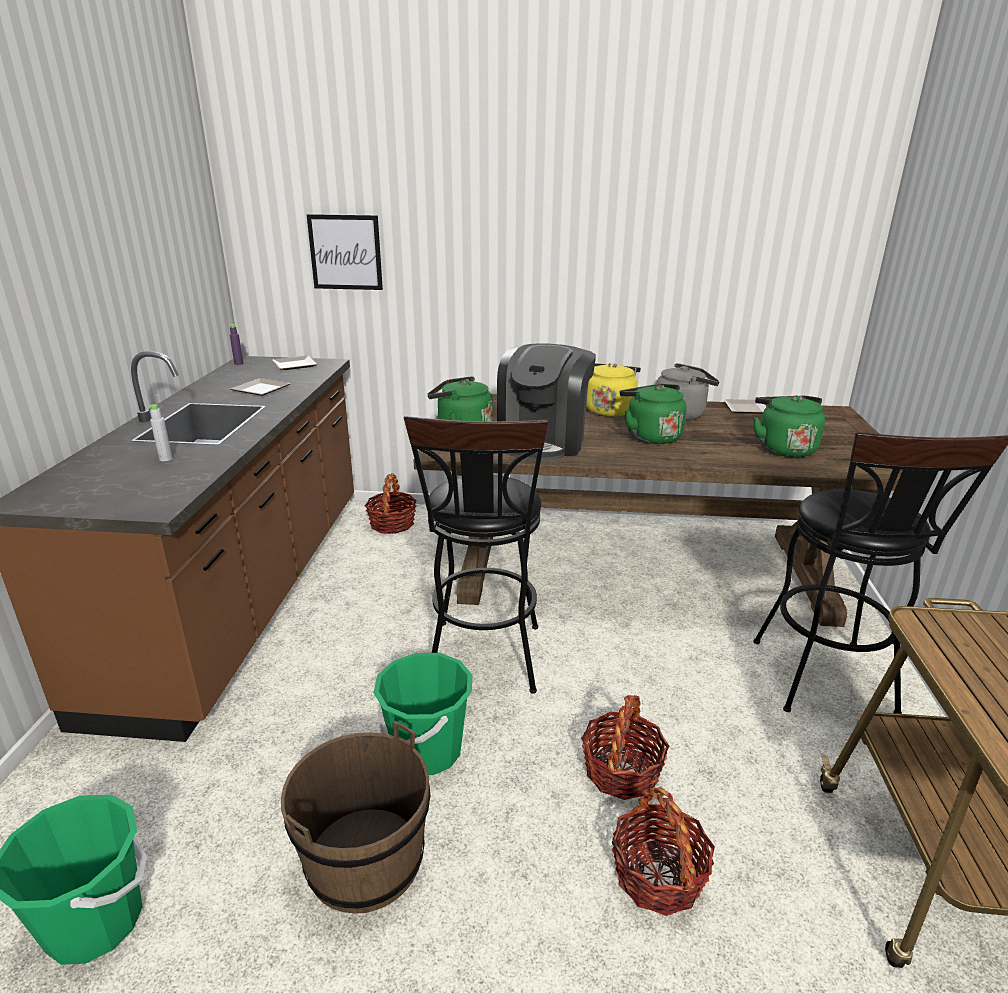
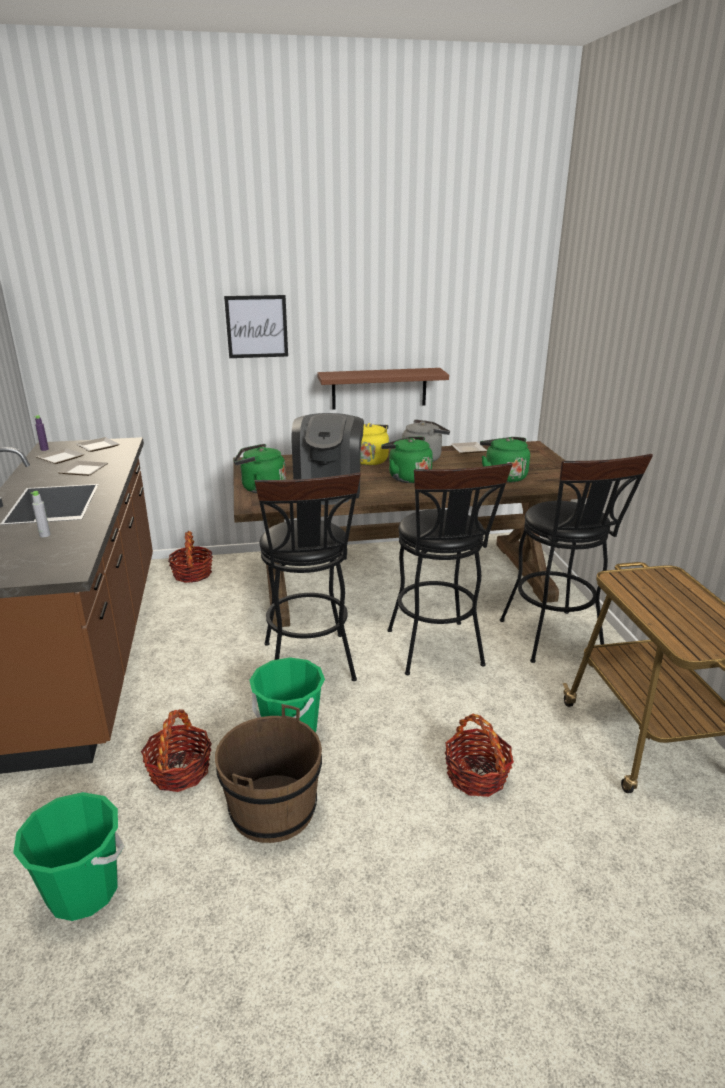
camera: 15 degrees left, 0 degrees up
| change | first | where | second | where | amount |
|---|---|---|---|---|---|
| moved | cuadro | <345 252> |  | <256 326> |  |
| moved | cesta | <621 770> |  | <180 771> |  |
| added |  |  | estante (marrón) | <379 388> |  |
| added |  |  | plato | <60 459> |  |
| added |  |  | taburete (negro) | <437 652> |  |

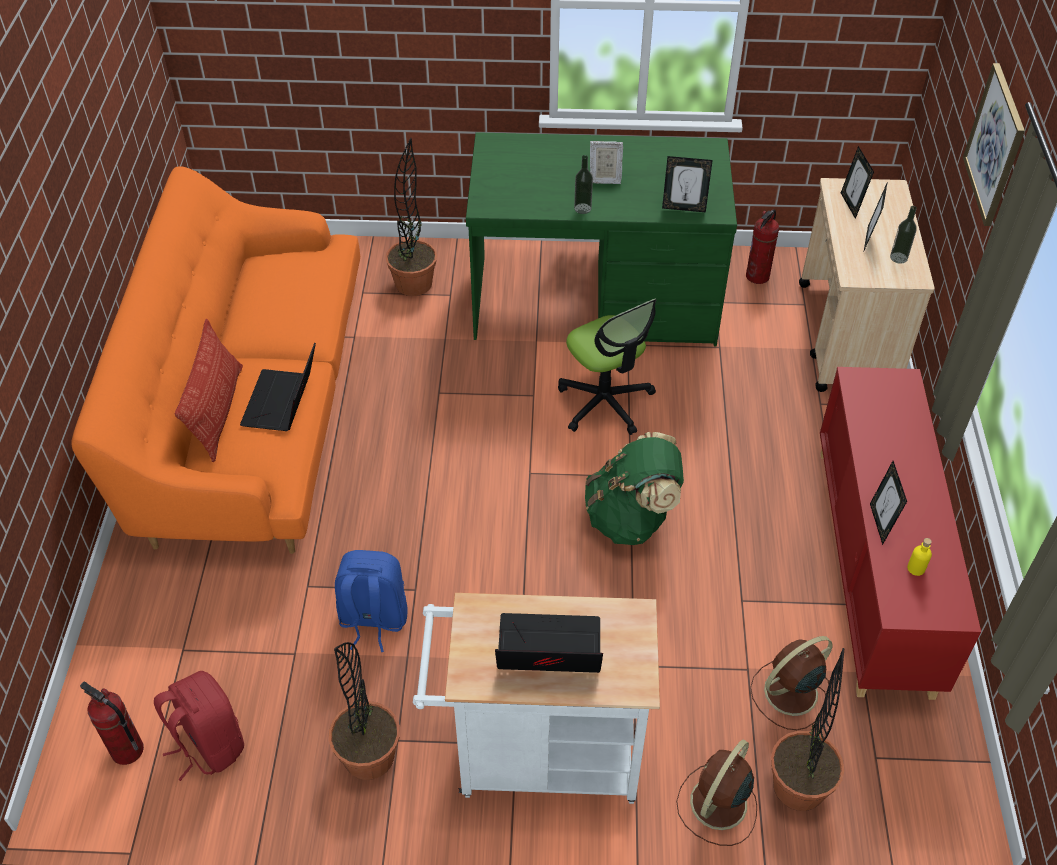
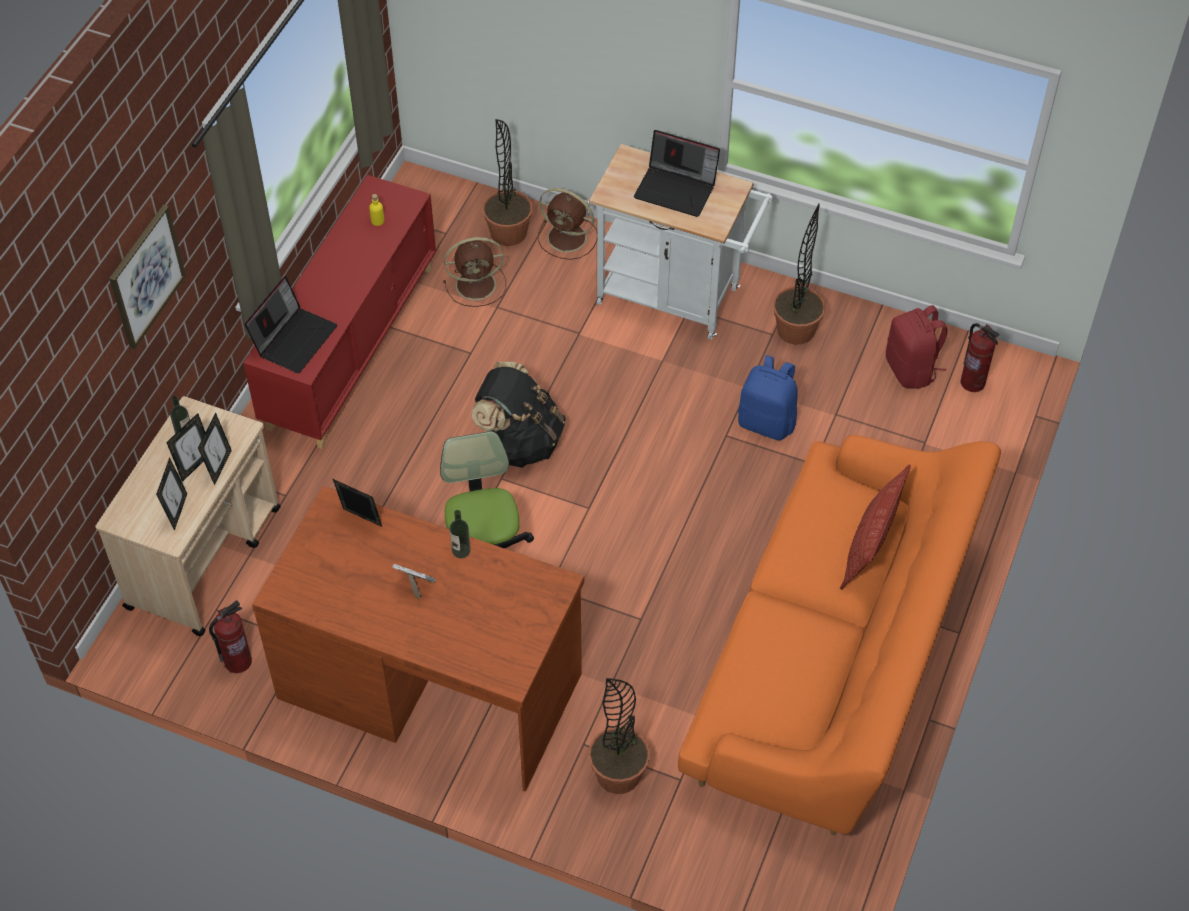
camera: 160 degrees left, 5 degrees up
| change | first | where | second | where | amount |
|---|---|---|---|---|---|
| recoloured | escritorio (verde) | <595 301> | escritorio (marrón) | <430 683> |  |
| moved | portátil | <282 403> |  | <294 338> |  |
| recoloured | mochila (verde) | <631 518> | mochila (negro) | <520 441> |  |
| moved | portarretratos | <880 523> |  | <219 466> |  |
| turned | ventilador (marrón) | <717 805> |  | <568 238> | 60 degrees clockwise |

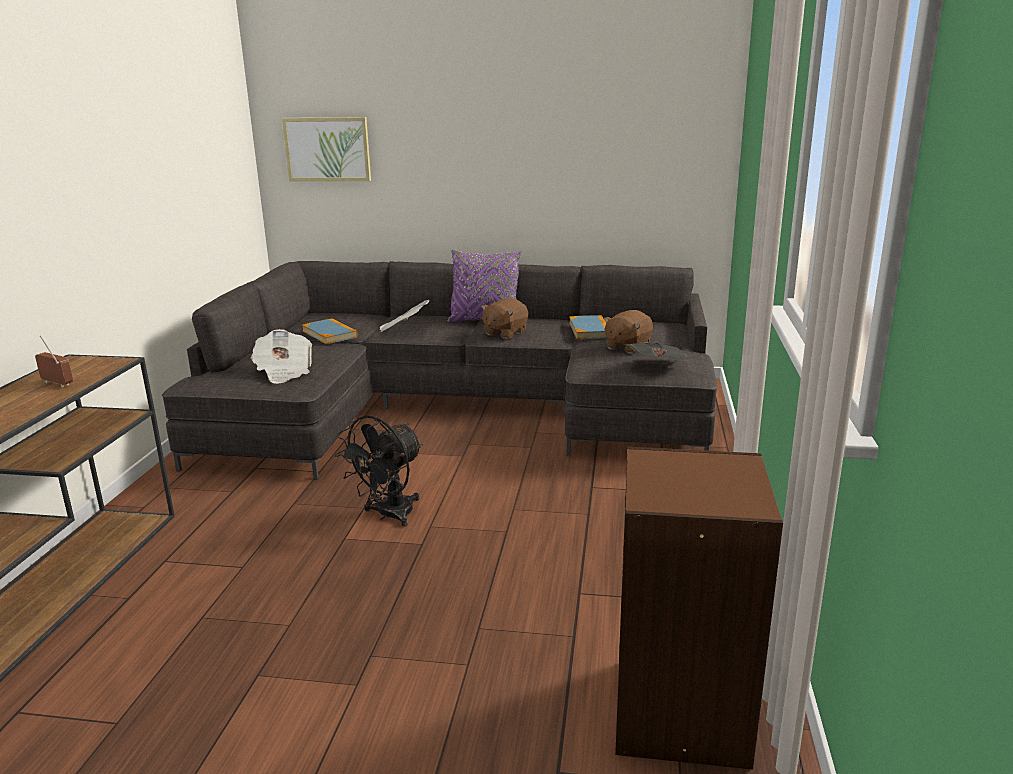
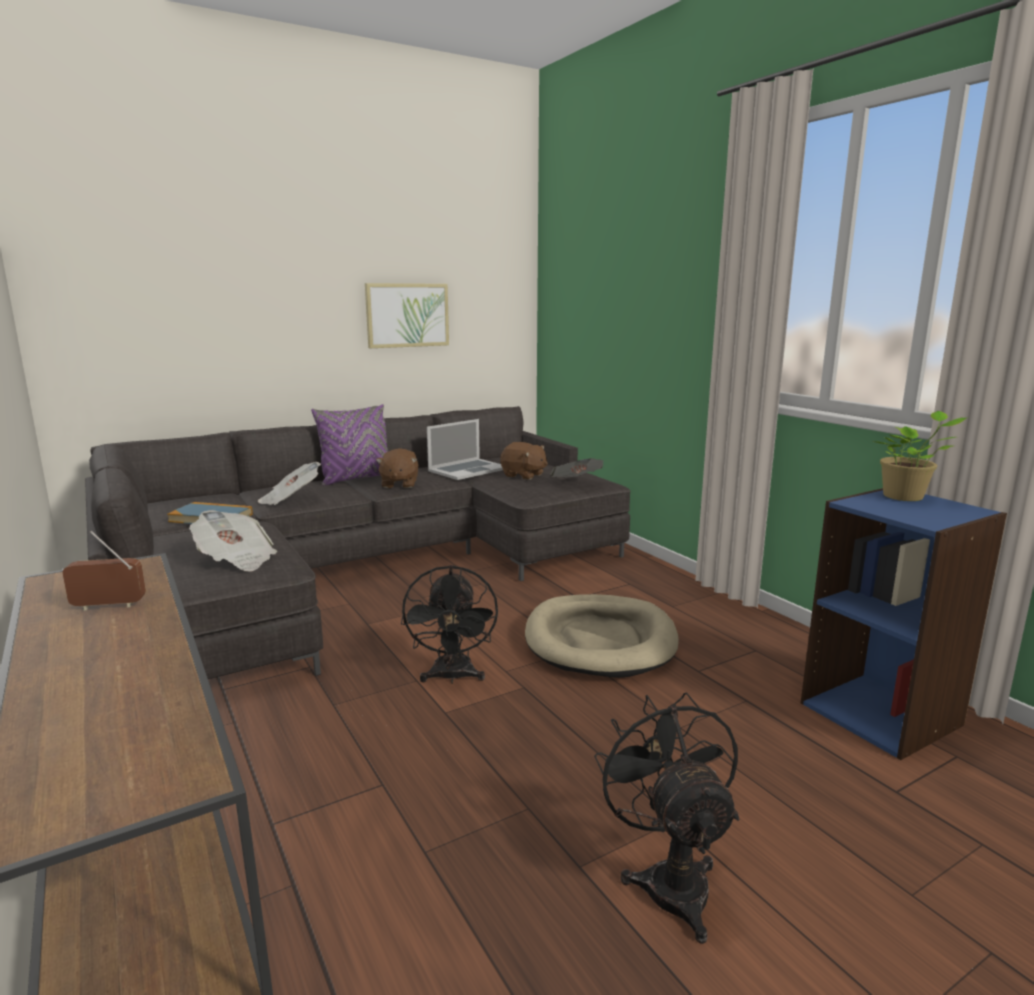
camera: 40 degrees left, 5 degrees down
| change | first | where | second | where | amount |
|---|---|---|---|---|---|
| moved | cuadro | <327 149> |  | <407 315> |  |
| turned | peluche (marrón) | <627 347> |  | <523 475> | 60 degrees counterclockwise |
| replaced | libro | <589 330> | portátil | <468 470> |  |
| recoloured | estantería (marrón) | <682 712> | estantería (azul) | <881 713> |  |
| added |  |  | planta en maceta | <906 497> |  |
| added |  |  | cama para perro (beis) | <600 640> |  |
| added |  |  | ventilador (negro) | <669 879> |  |

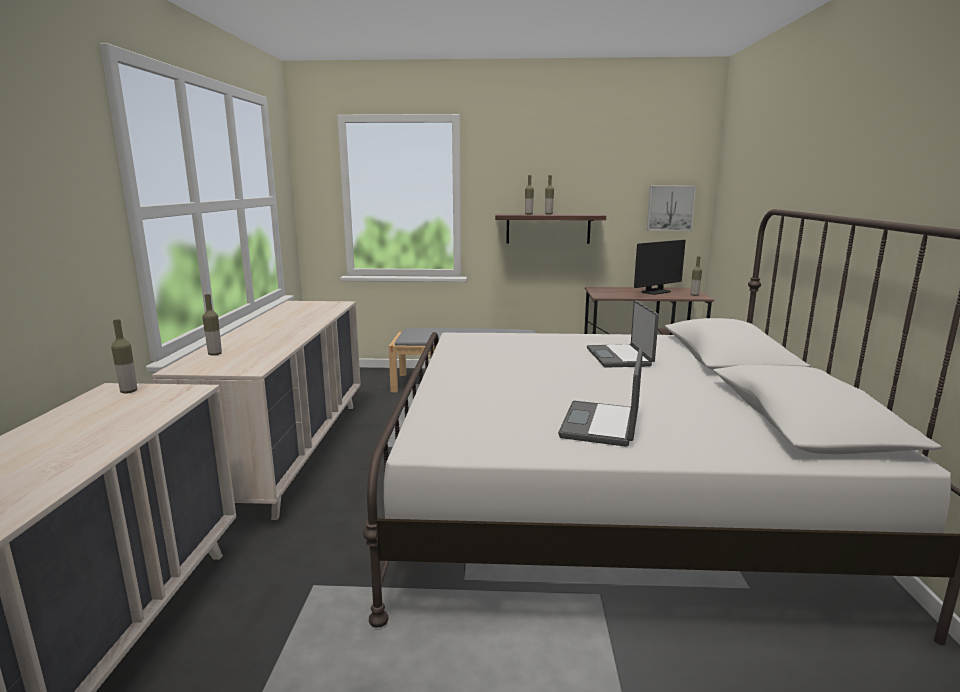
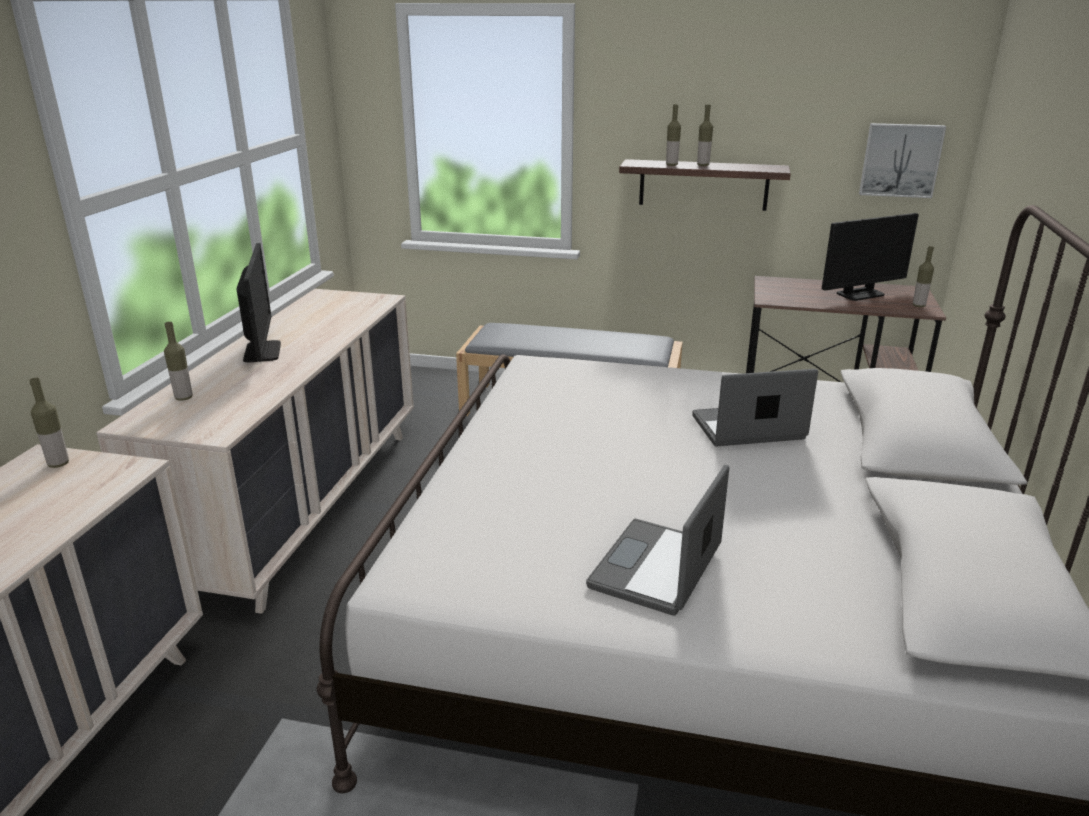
camera: 10 degrees right, 10 degrees up
| change | first | where | second | where | amount |
|---|---|---|---|---|---|
| turned | portátil | <620 357> |  | <748 429> | 75 degrees clockwise |
| added |  |  | monitor | <262 351> |  |

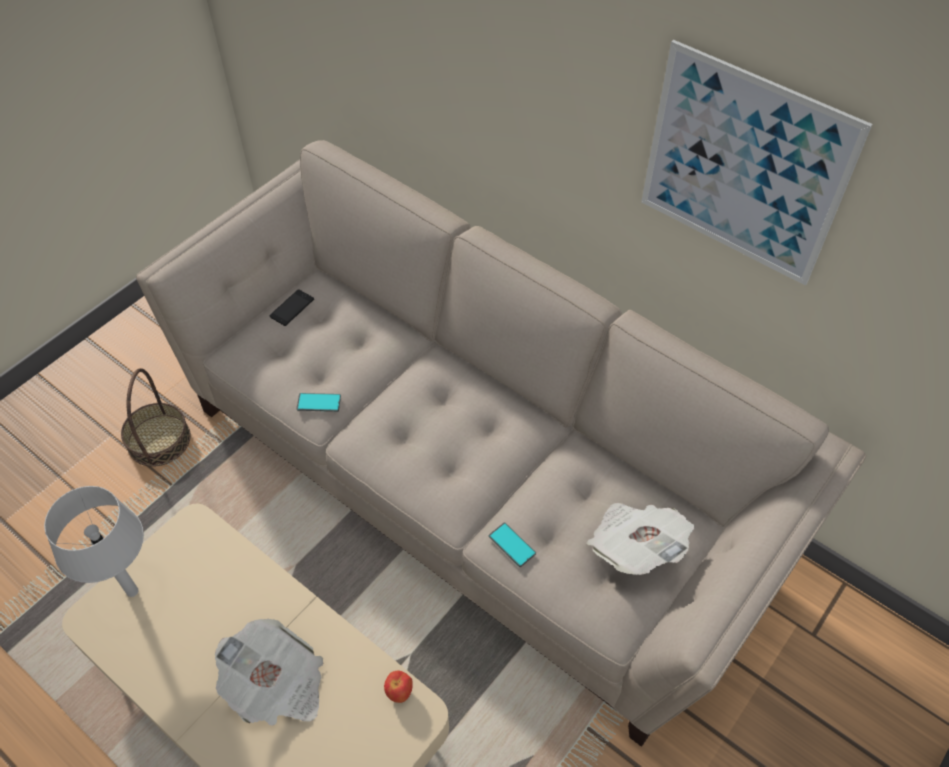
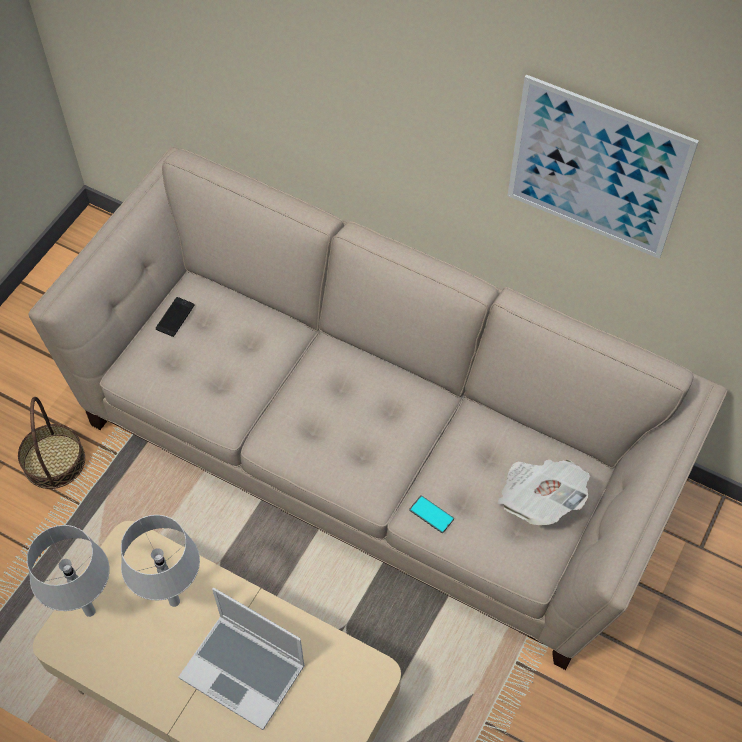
camera: 10 degrees left, 5 degrees up
| change | first | where | second | where | amount |
|---|---|---|---|---|---|
| removed | móvil | <319 403> |  |  |  |
| replaced | periódico | <277 685> | portátil | <245 671> |  |
| removed | manzana | <399 692> |  |  |  |
| added |  |  | lámpara de mesa (gris) | <175 601> |  |

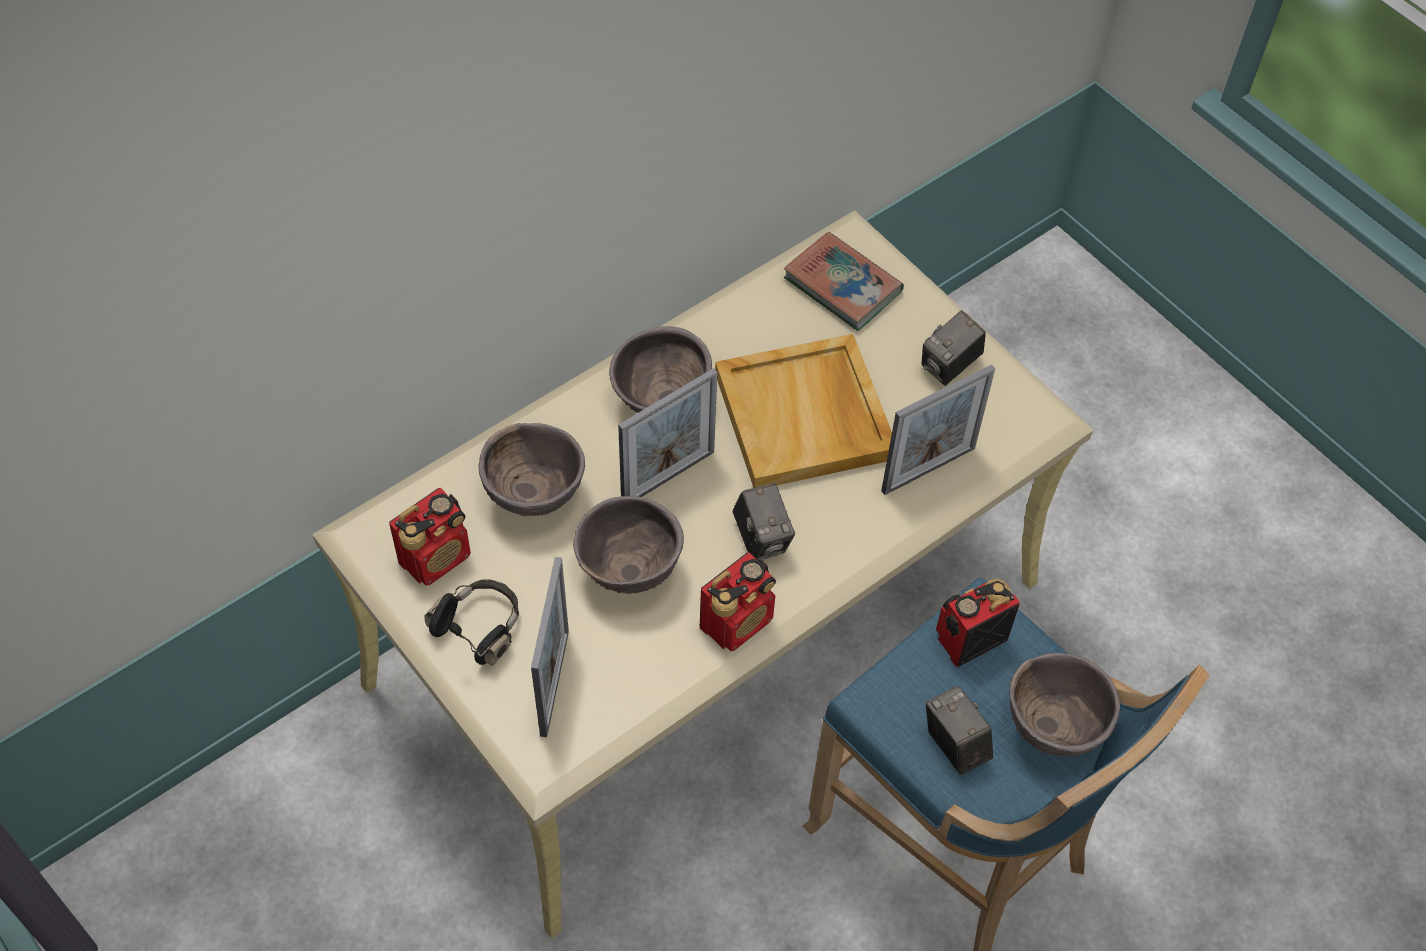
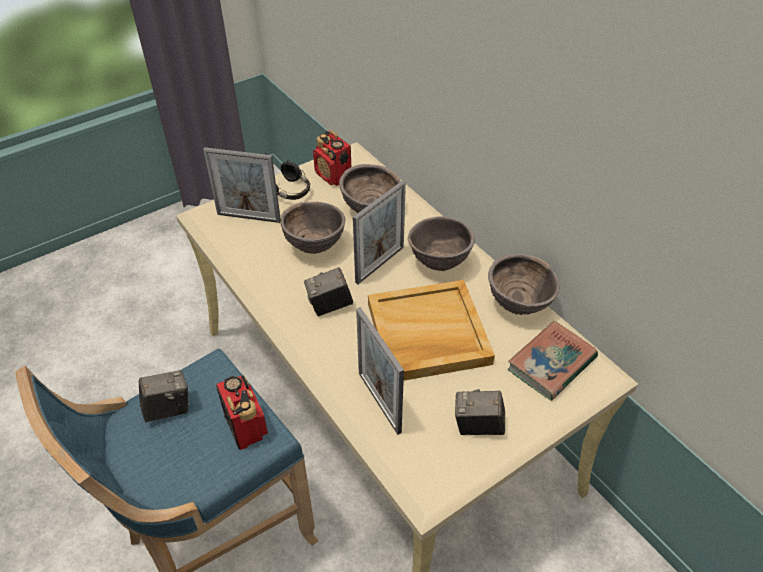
camera: 95 degrees right, 10 degrees down
| change | first | where | second | where | amount |
|---|---|---|---|---|---|
| turned | cámara | <949 366> |  | <478 426> | 45 degrees counterclockwise |
| turned | portarretratos | <668 477> |  | <380 264> | 105 degrees counterclockwise |
| removed | radio | <737 622> |  |  |  |
| moved | cuenco (marrón) | <1053 728> |  | <518 305> |  |

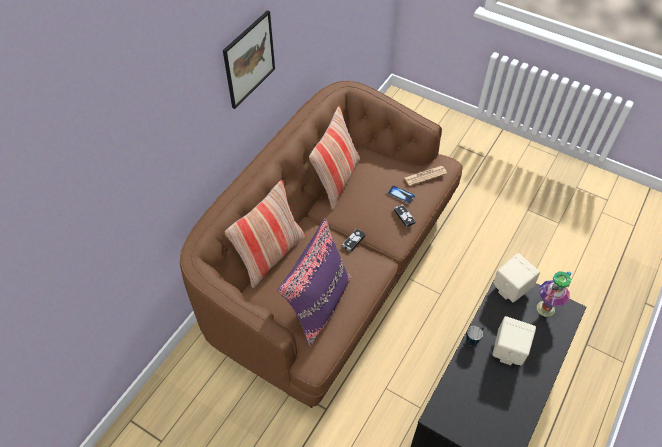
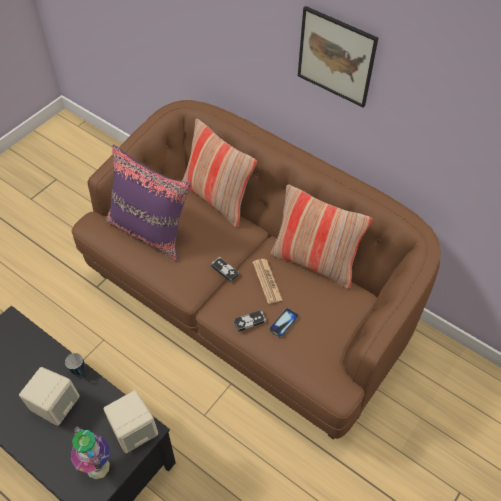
camera: 95 degrees right, 0 degrees up
| change | first | where | second | where | amount |
|---|---|---|---|---|---|
| moved | periódico | <425 176> |  | <267 281> |  |

